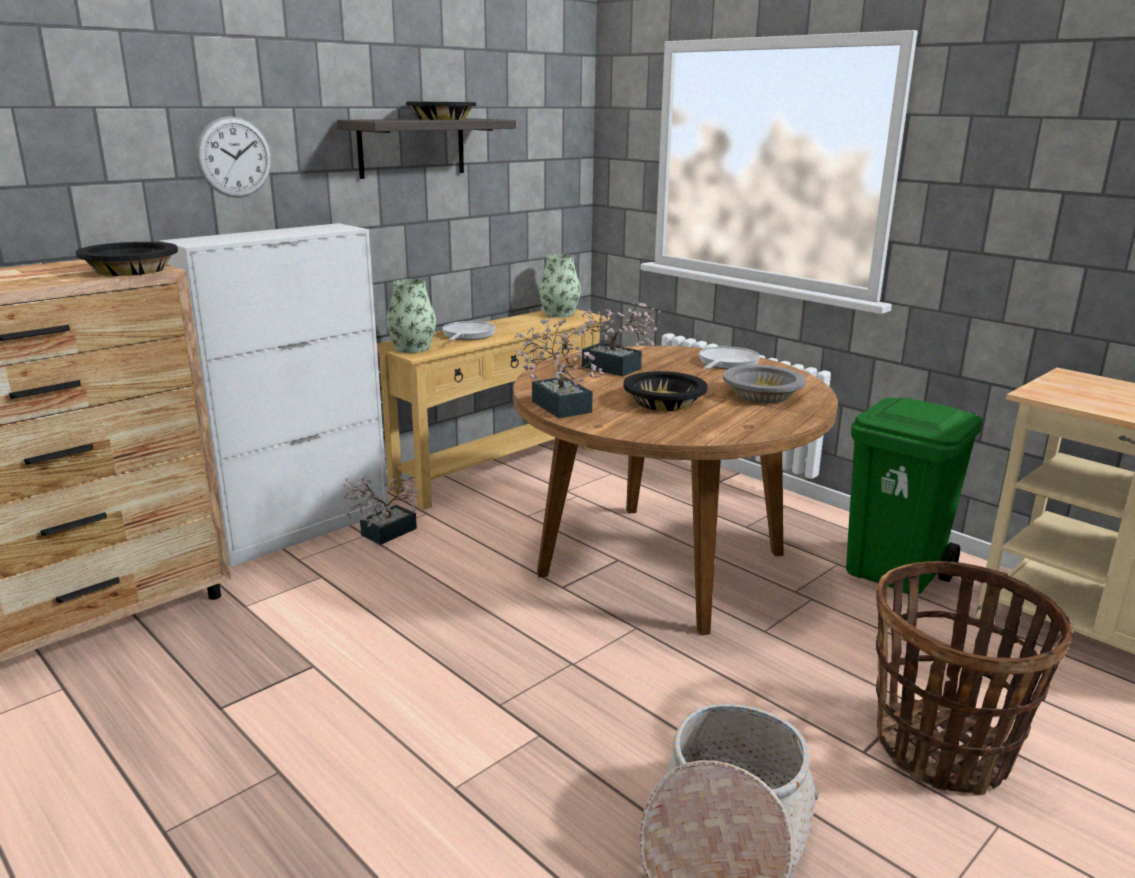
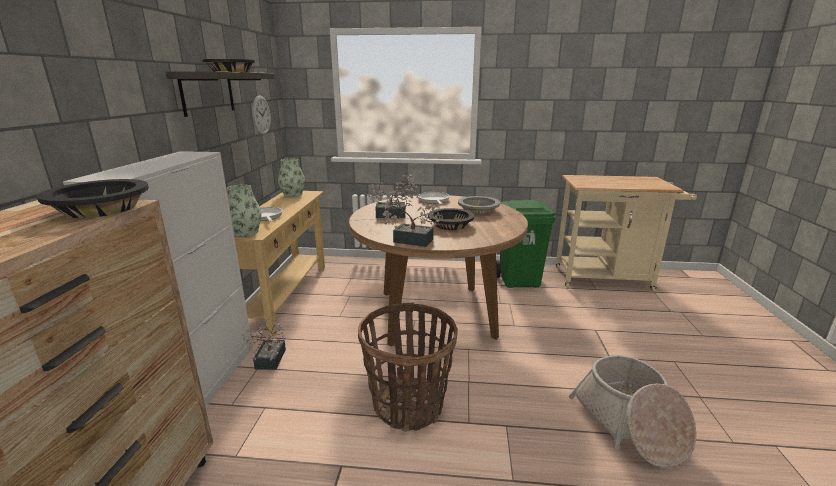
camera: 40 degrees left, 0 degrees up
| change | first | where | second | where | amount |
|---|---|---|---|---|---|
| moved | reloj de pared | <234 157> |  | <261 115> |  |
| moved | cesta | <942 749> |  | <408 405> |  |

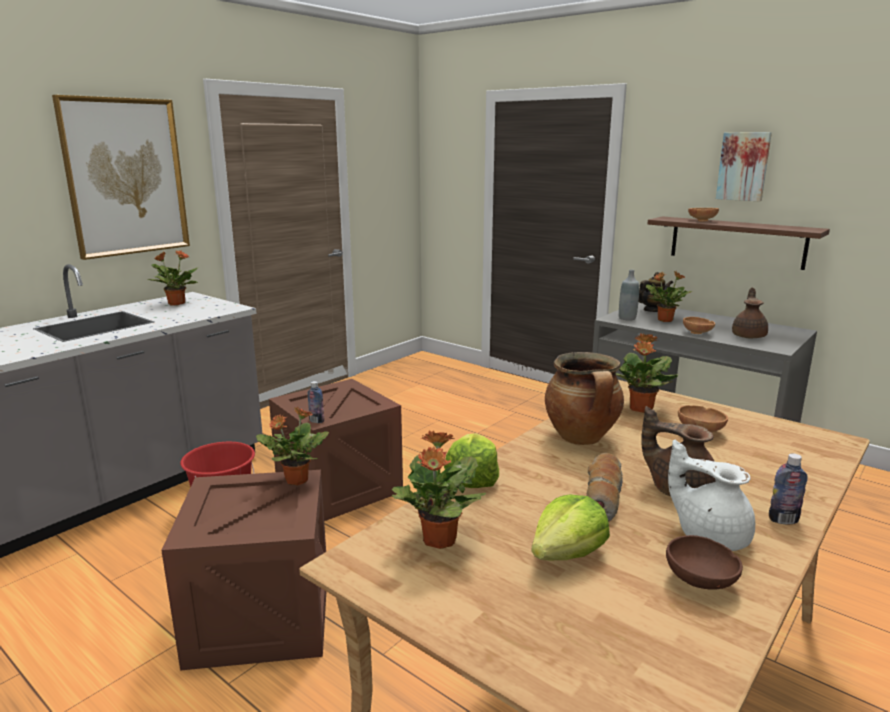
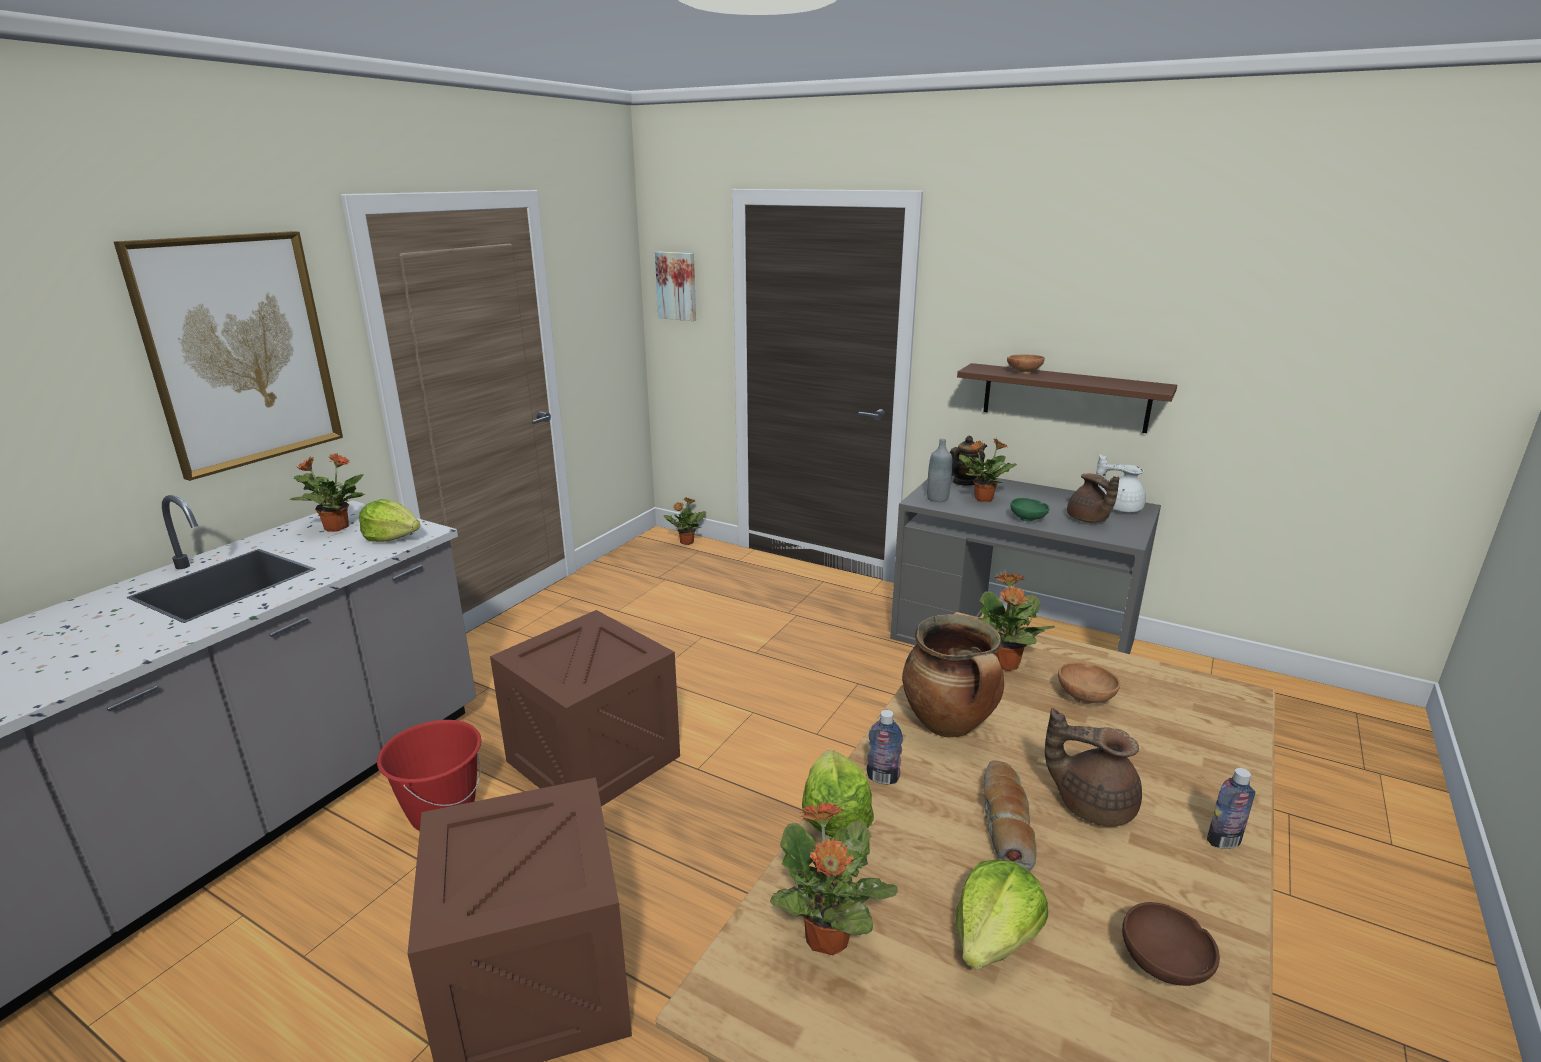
camera: 10 degrees left, 5 degrees up
| change | first | where | second | where | amount |
|---|---|---|---|---|---|
| moved | cuadro | <743 166> |  | <677 286> |  |
| turned | tetera (marrón) | <749 336> |  | <1088 520> | 150 degrees clockwise |
| recoloured | cuenco (marrón) | <698 333> | cuenco (verde) | <1028 519> |  |
| moved | botella | <316 421> |  | <882 778> |  |
| moved | planta en maceta | <296 480> |  | <686 542> |  |
| moved | tetera (blanco) | <710 535> |  | <1119 508> |  |
| added |  |  | lechuga | <392 537> |  |

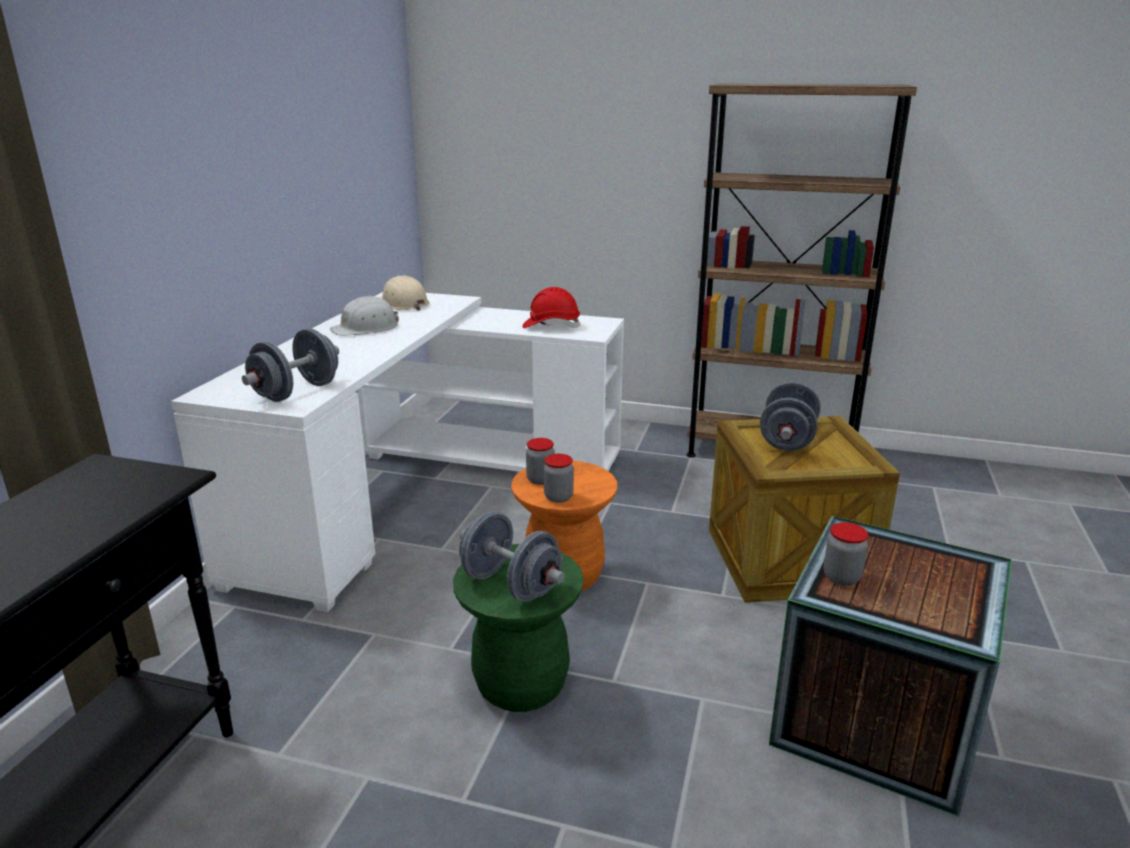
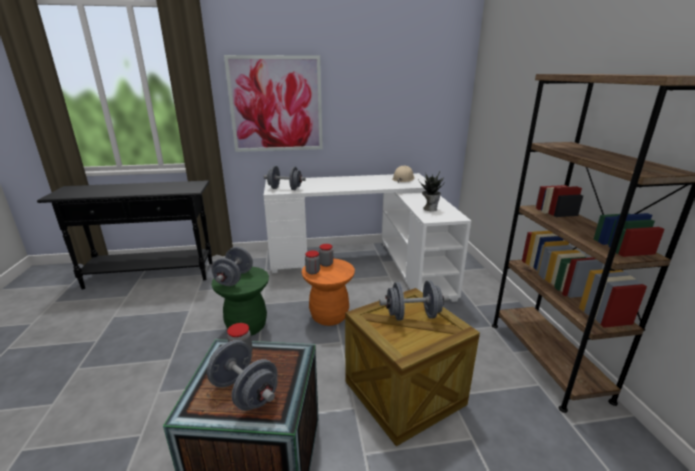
camera: 65 degrees right, 0 degrees up
| change | first | where | second | where | amount |
|---|---|---|---|---|---|
| replaced | casco (rojo) | <551 326> | planta en maceta | <429 208> |  |
| removed | casco (blanco) | <366 328> |  |  |  |
| added |  |  | cuadro | <276 104> |  |
| added |  |  | mancuerna (gris) | <245 392> |  |

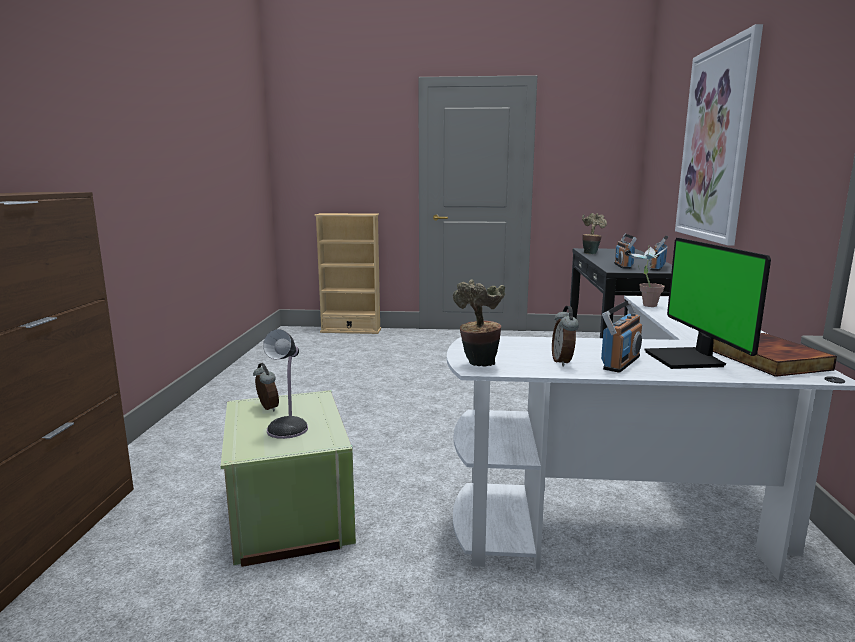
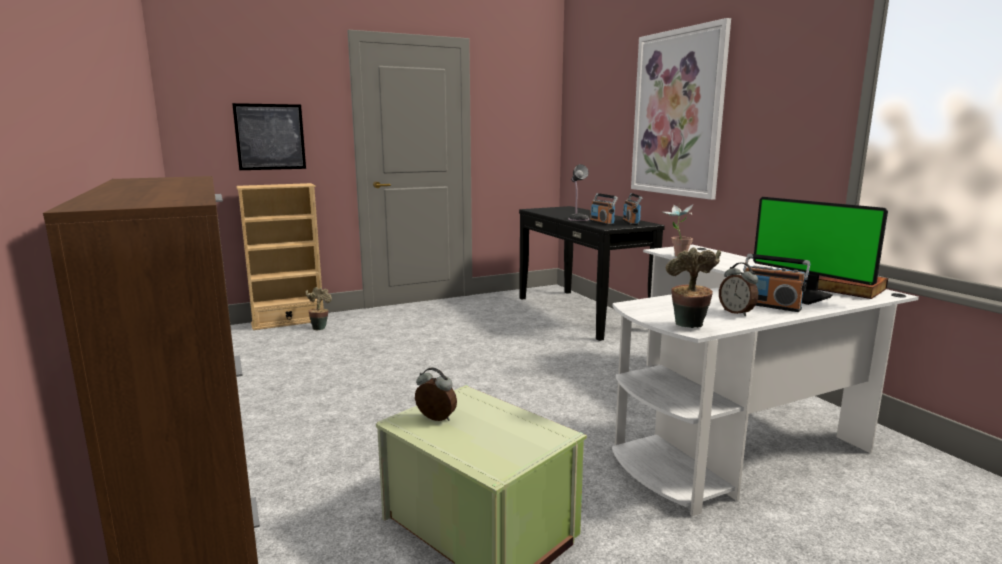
camera: 30 degrees left, 0 degrees up
| change | first | where | second | where | amount |
|---|---|---|---|---|---|
| moved | planta en maceta | <591 253> |  | <320 327> |  |
| turned | radio | <620 362> |  | <771 306> | 120 degrees clockwise |
| moved | lámpara de mesa | <289 428> |  | <578 219> |  |
| added |  |  | cuadro | <270 137> |  |

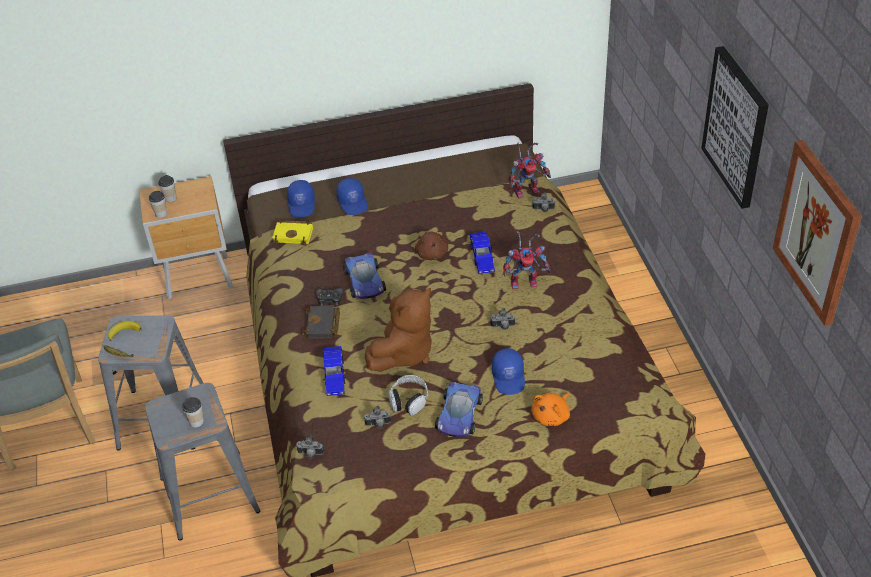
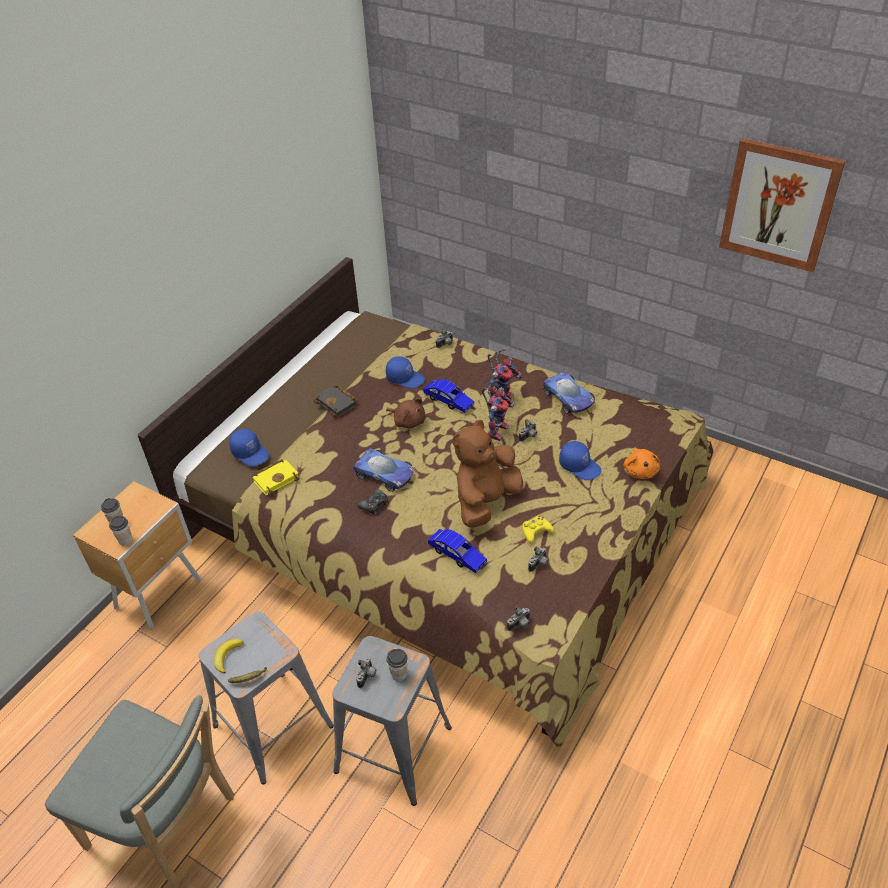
camera: 45 degrees left, 0 degrees up
| change | first | where | second | where | amount |
|---|---|---|---|---|---|
| removed | cuadro | <736 127> |  |  |  |
| moved | robot de juguete | <527 189> |  | <496 429> |  |
| moved | gorra (azul) | <353 202> |  | <405 378> |  |
| turned | peluche (marrón) | <404 352> |  | <486 501> | 135 degrees counterclockwise |
| moved | libro (negro) | <323 325> |  | <338 403> |  |
| replaced | auriculares | <408 400> | mando de consola (amarillo) | <536 531> |  |
| moved | coche de juguete | <459 415> |  | <569 398> |  |
| added |  |  | cámara | <367 677> |  |

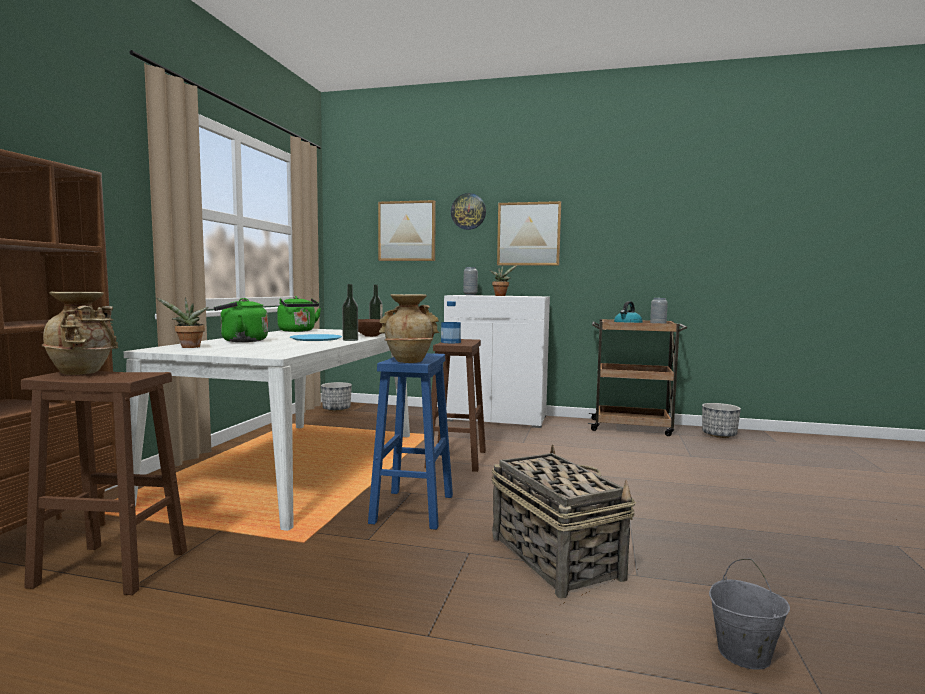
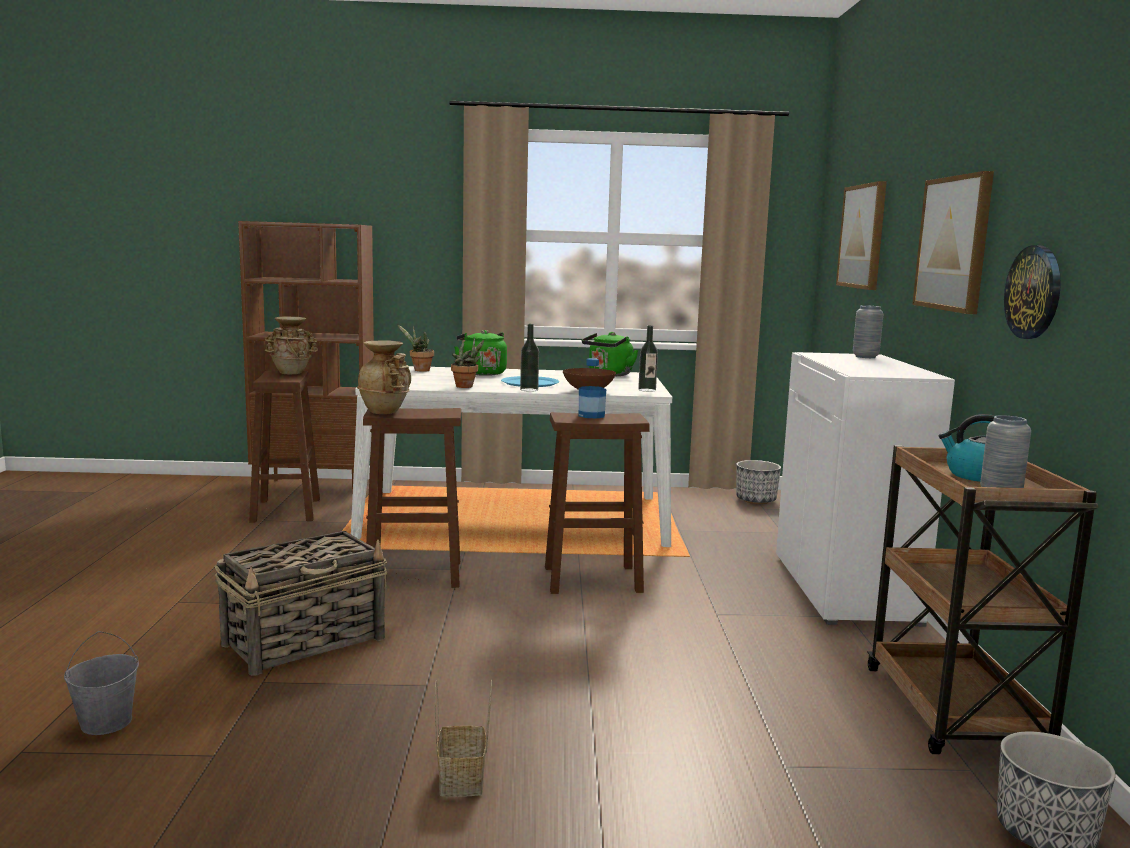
camera: 75 degrees right, 5 degrees up
| change | first | where | second | where | amount |
|---|---|---|---|---|---|
| moved | reloj de pared | <468 211> |  | <1034 292> |  |
| moved | planta en maceta | <501 295> |  | <467 387> |  |
| recoloured | taburete (azul) | <413 509> | taburete (marrón) | <412 574> |  |
| added |  |  | cesta | <462 781> |  |

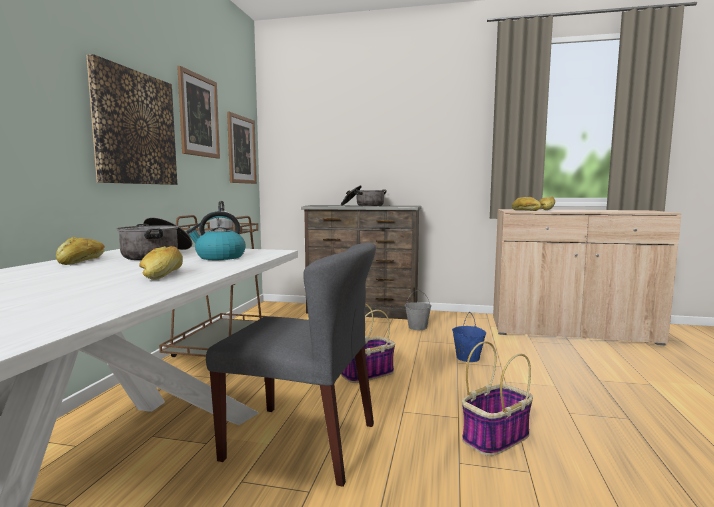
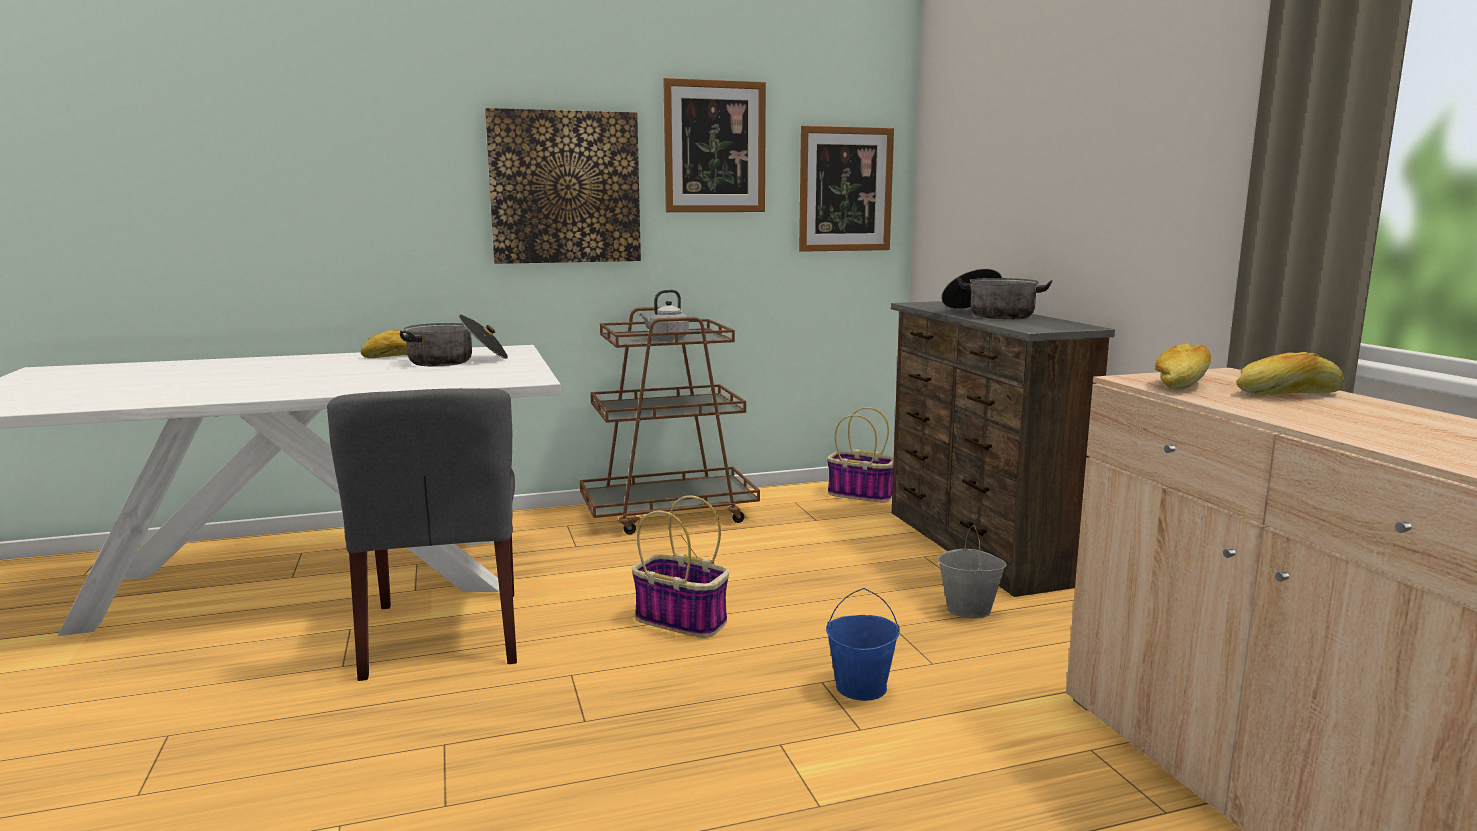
camera: 60 degrees right, 5 degrees up
| change | first | where | second | where | amount |
|---|---|---|---|---|---|
| removed | hervidor | <220 257> |  |  |  |
| removed | pan | <163 275> |  |  |  |
| moved | cesta | <496 437> |  | <862 494> |  |

